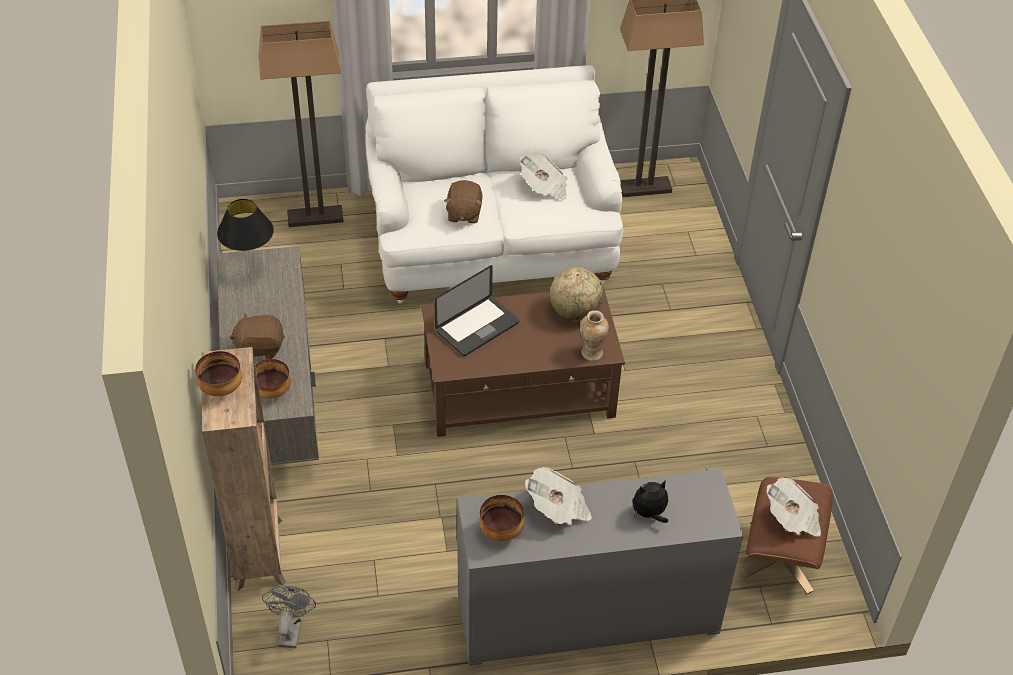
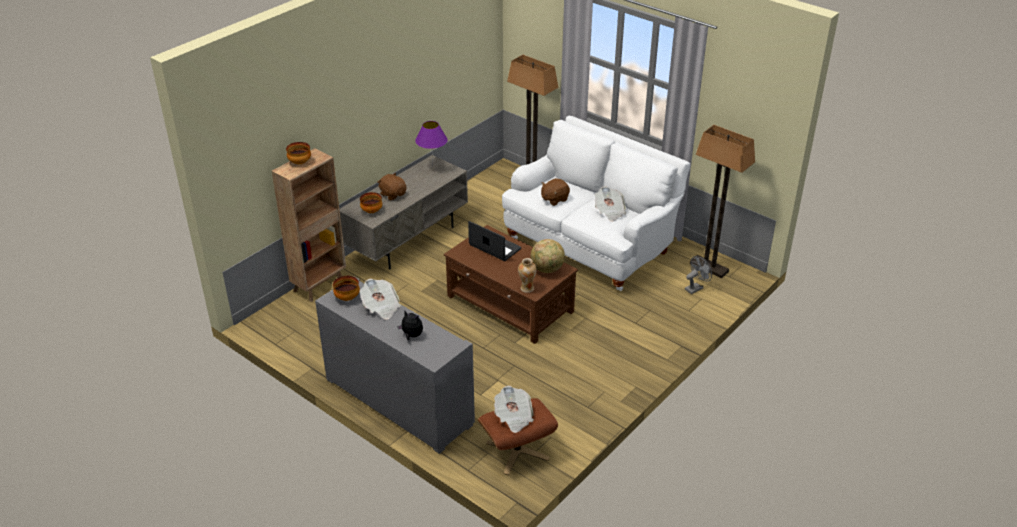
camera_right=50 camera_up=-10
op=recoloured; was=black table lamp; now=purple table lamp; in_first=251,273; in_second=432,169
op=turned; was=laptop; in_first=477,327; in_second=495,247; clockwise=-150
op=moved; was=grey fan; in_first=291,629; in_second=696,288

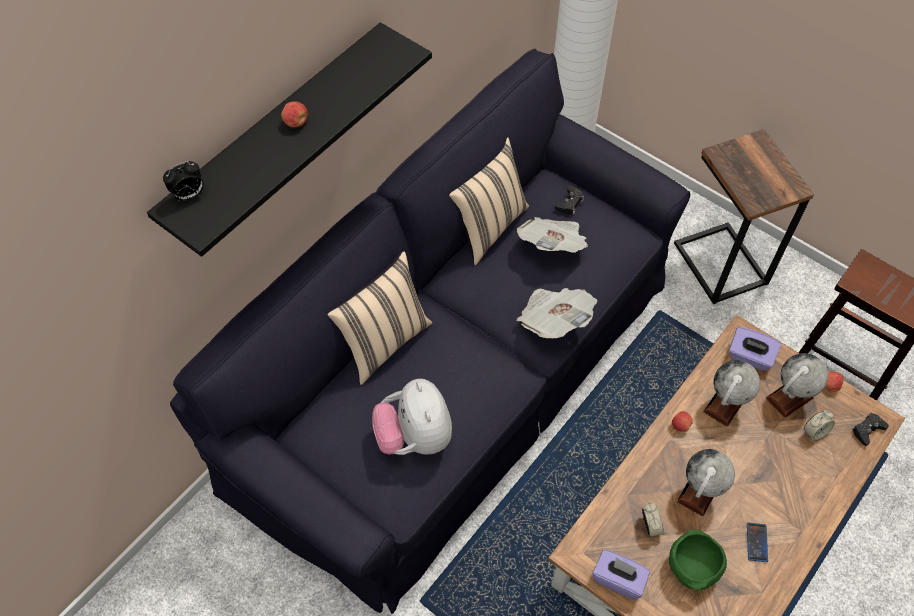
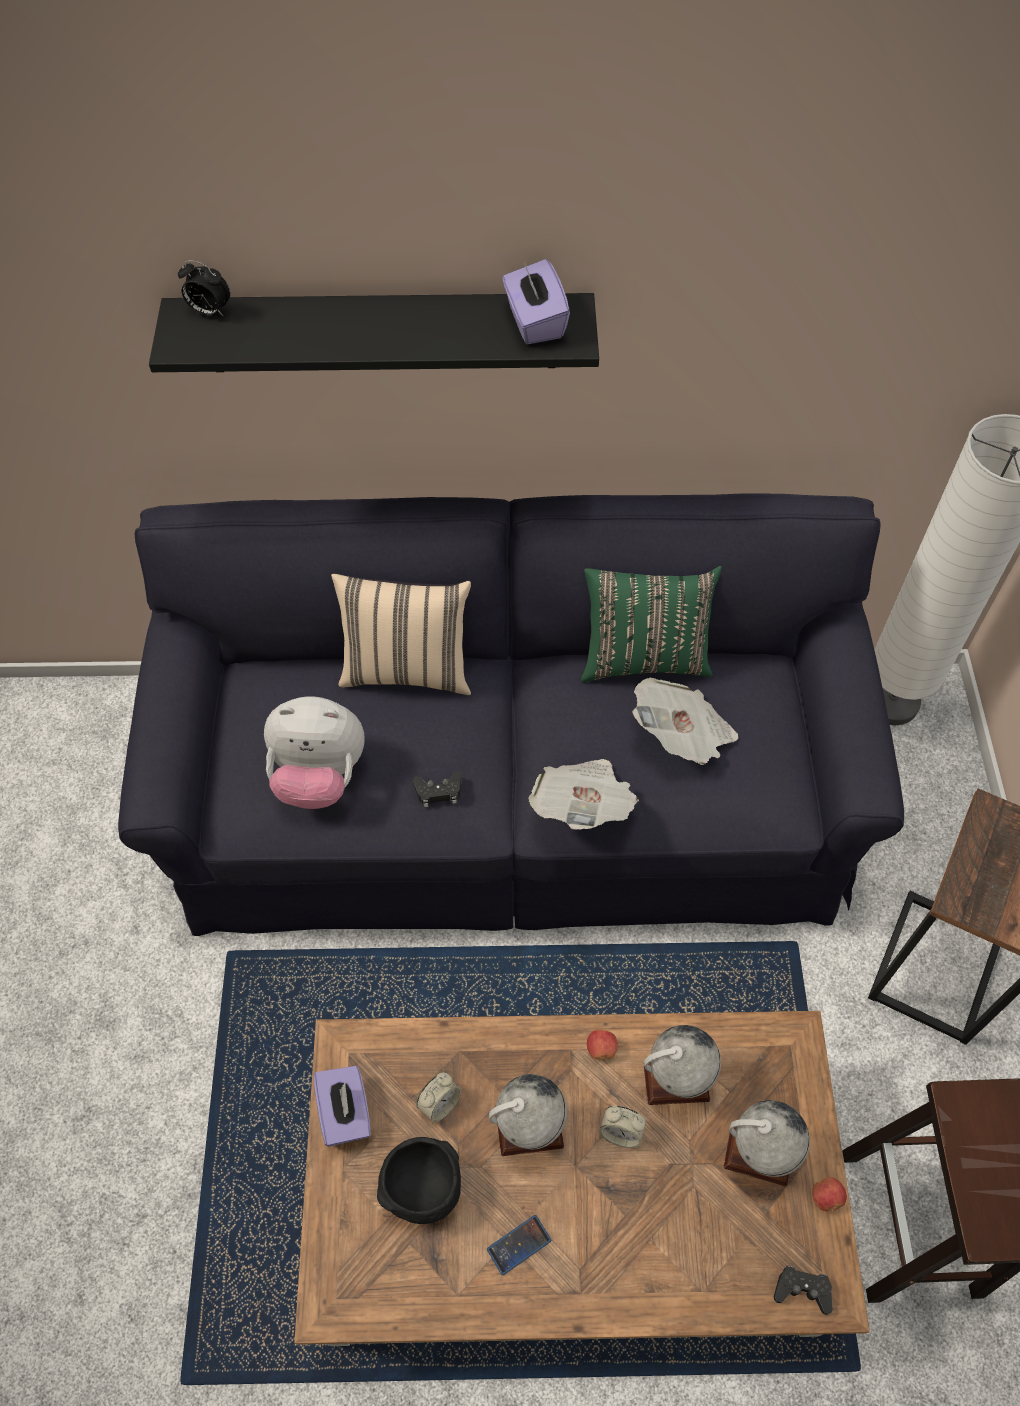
camera_right=50 camera_up=0
op=turned; was=plush toy; in_first=414,436; in_second=319,776; clockwise=-120
op=recoloured; was=green bowl; now=black bowl; in_first=692,569; in_second=422,1189
op=moved; was=black game controller; in_first=569,203; in_second=438,791
op=moved; was=purple tissue box; in_first=749,357; in_second=534,322
op=recoloured; was=beige pillow; now=green pillow; in_first=488,227; in_second=643,658
op=moved; was=alarm clock; in_first=814,432; in_second=620,1132
op=removed; was=apple; in_first=296,122

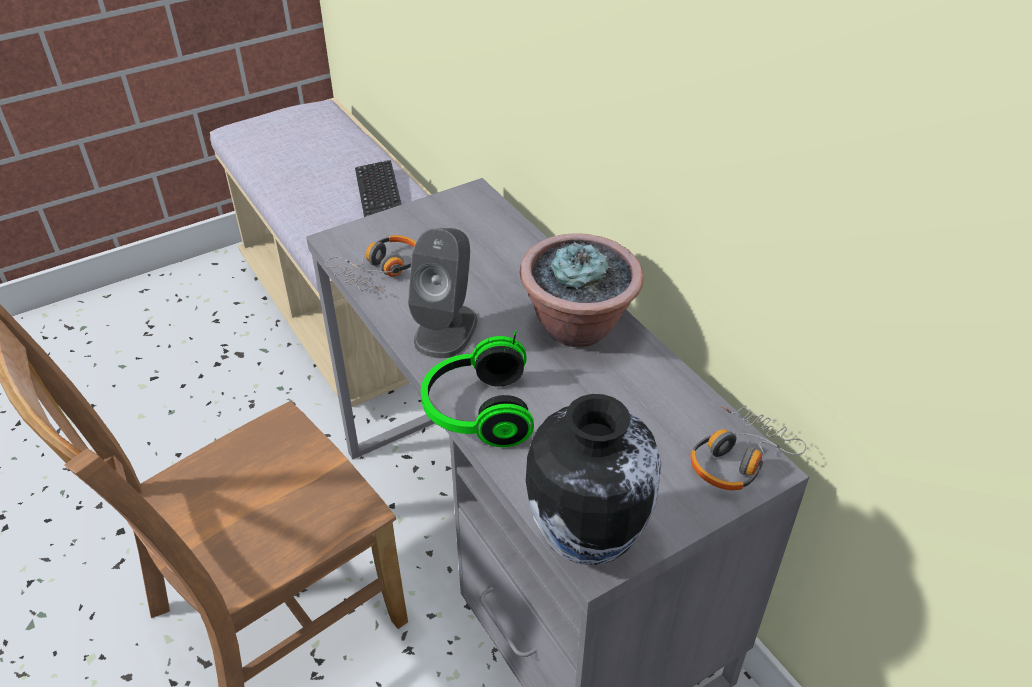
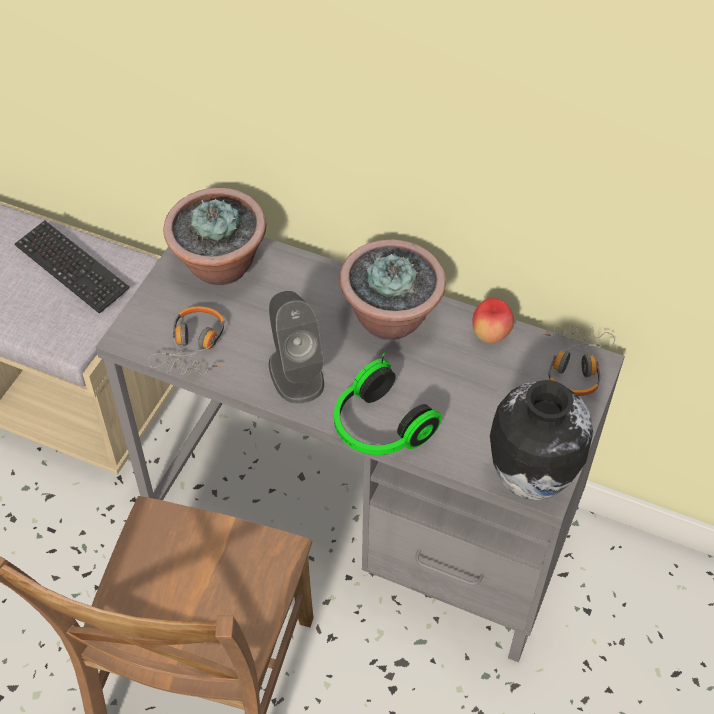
camera_right=-35 camera_up=10
op=added; now=potted plant; in_second=220,267
op=added; now=apple; in_second=490,335

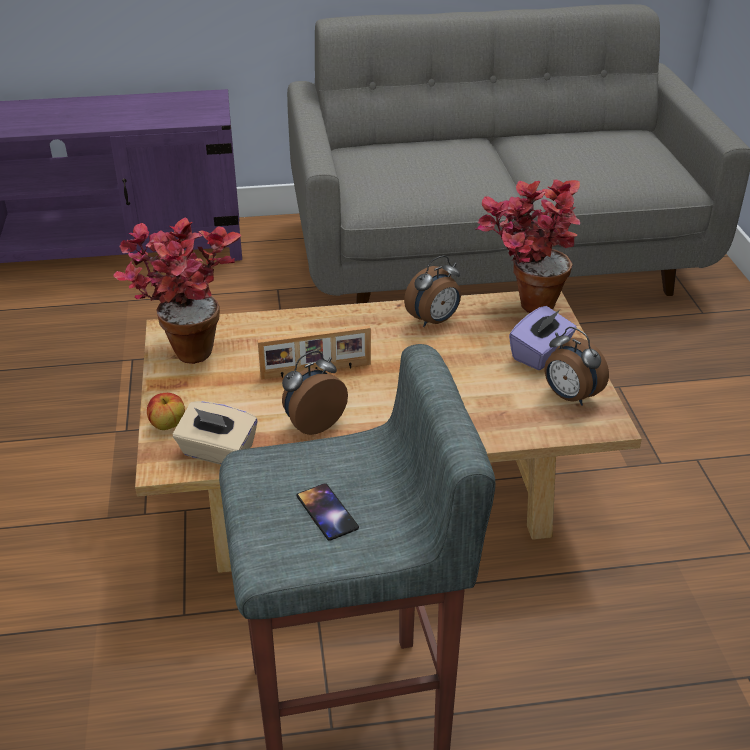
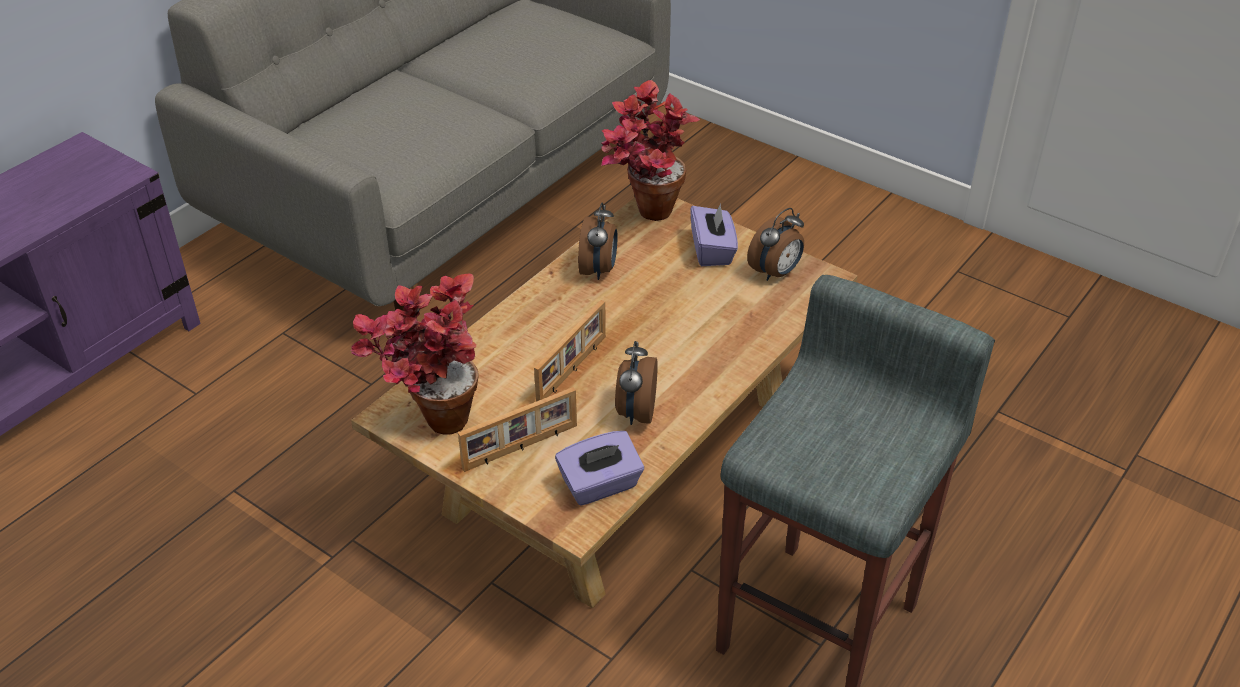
camera_right=-45 camera_up=5
op=added; now=picture frame; in_second=521,448
op=recoloured; was=beige tissue box; now=purple tissue box; in_first=217,452; in_second=600,485
op=turned; was=alarm clock; in_first=569,397; in_second=776,273; clockwise=-45
op=removed; was=apple; in_first=167,424
op=removed; was=phone; in_first=327,512

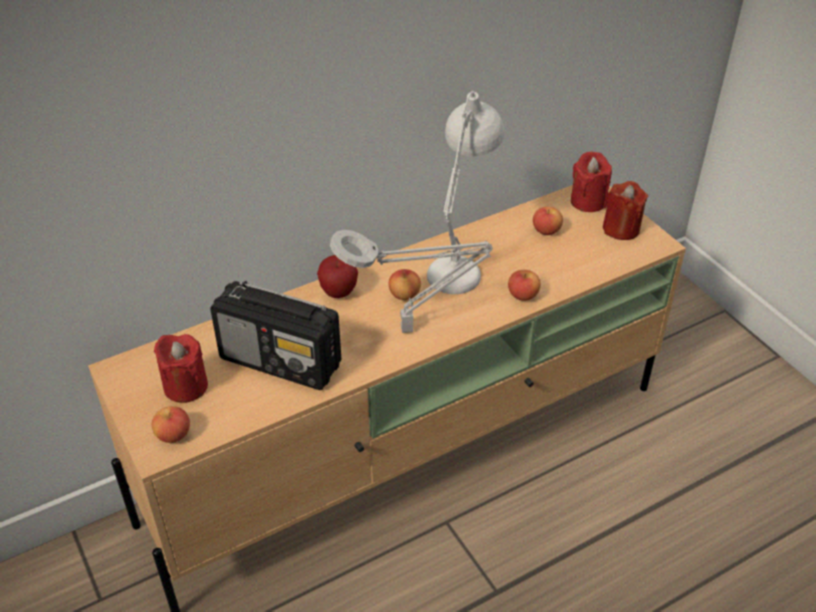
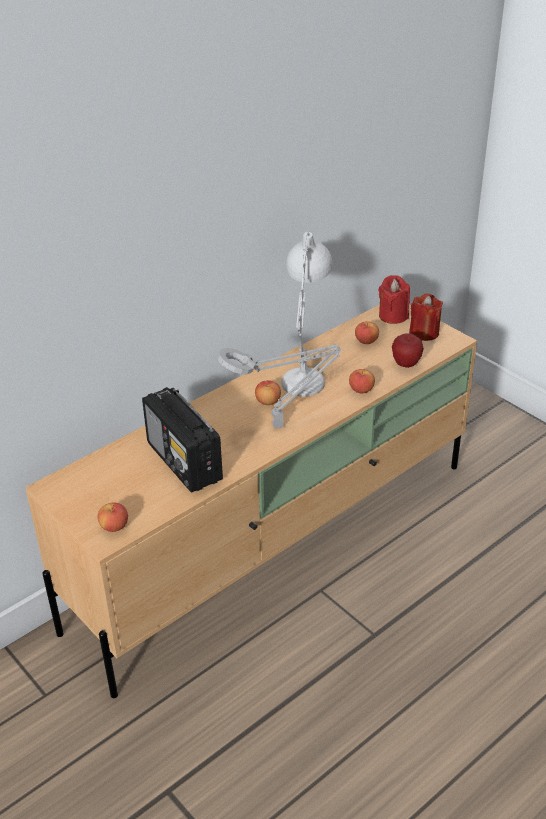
camera_right=-10 camera_up=-5
op=turned; was=radio; in_first=281,362; in_second=184,462; clockwise=45
op=moved; was=apple; in_first=338,293; in_second=406,364
op=removed; was=red candle; in_first=185,386

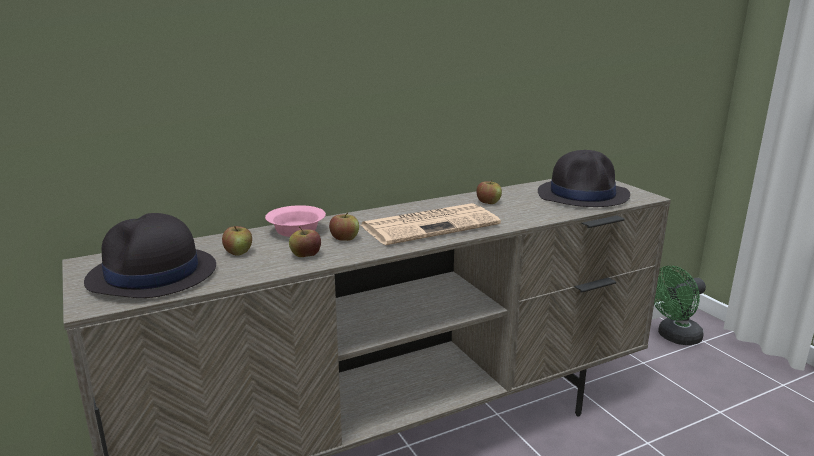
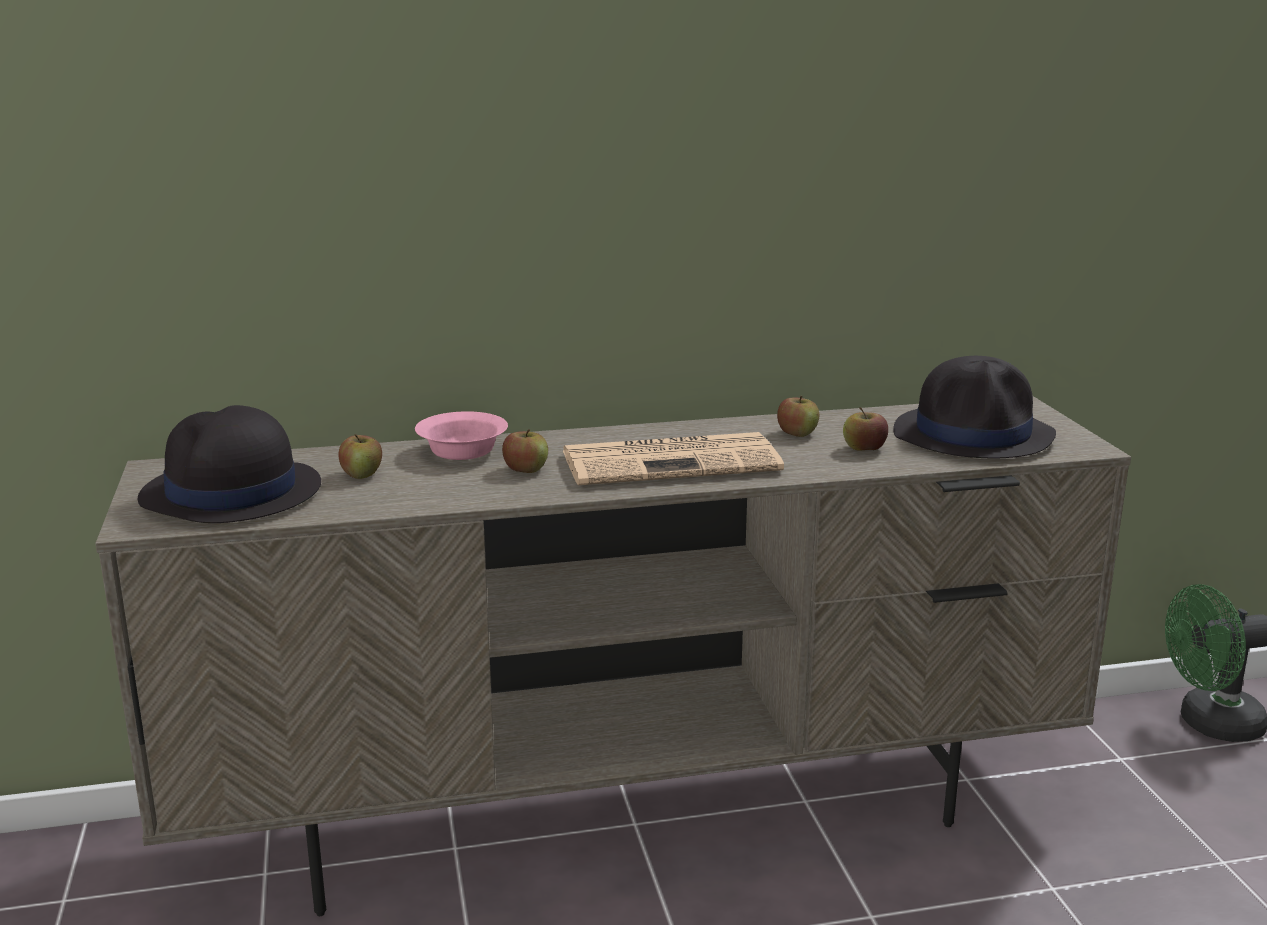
camera_right=15 camera_up=0
op=moved; was=apple; in_first=305,255; in_second=864,448

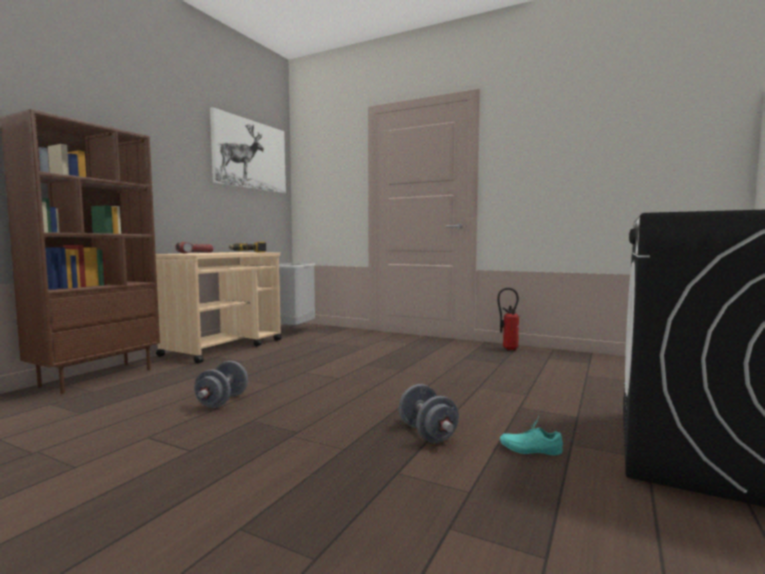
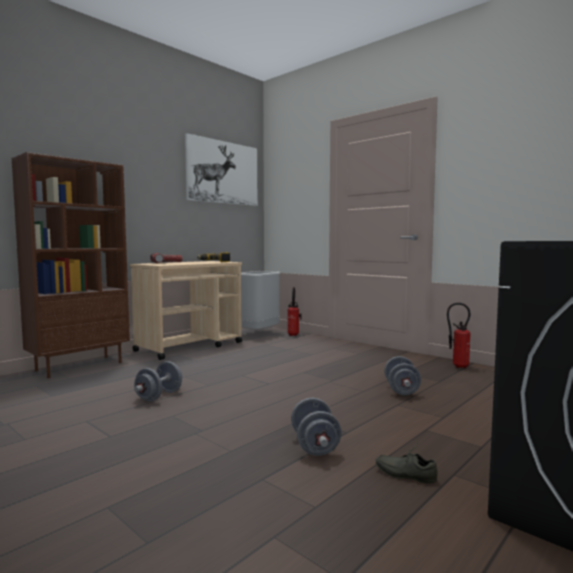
camera_right=15 camera_up=0
op=added; now=fire extinguisher; in_second=294,335
op=recoloured; was=turquoise shoe; now=grey shoe; in_first=530,448; in_second=405,473
op=added; now=grey dumbbell; in_second=401,390

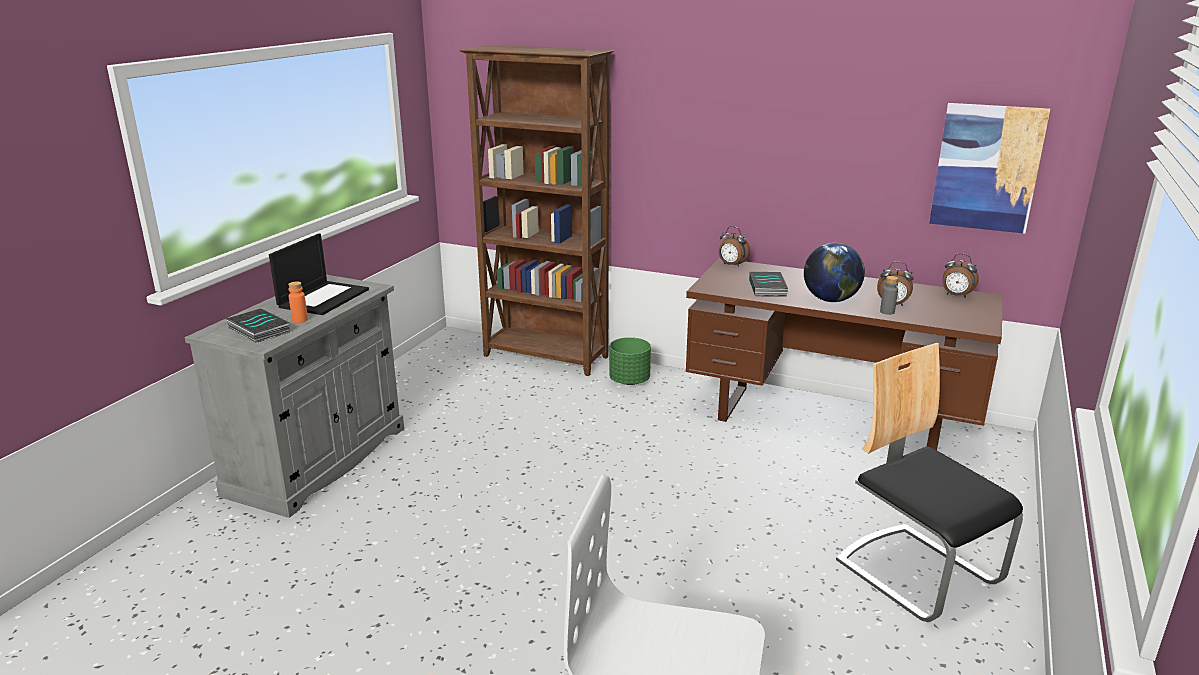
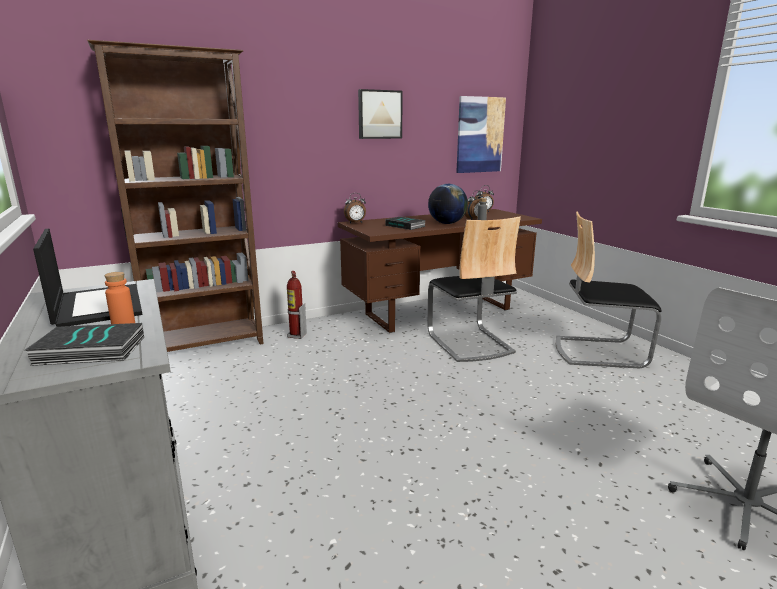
camera_right=-50 camera_up=-5
op=replaced; was=green planter; now=fire extinguisher; in_first=629,381; in_second=296,335
op=added; now=picture; in_second=379,114
op=added; now=chair; in_second=469,343

